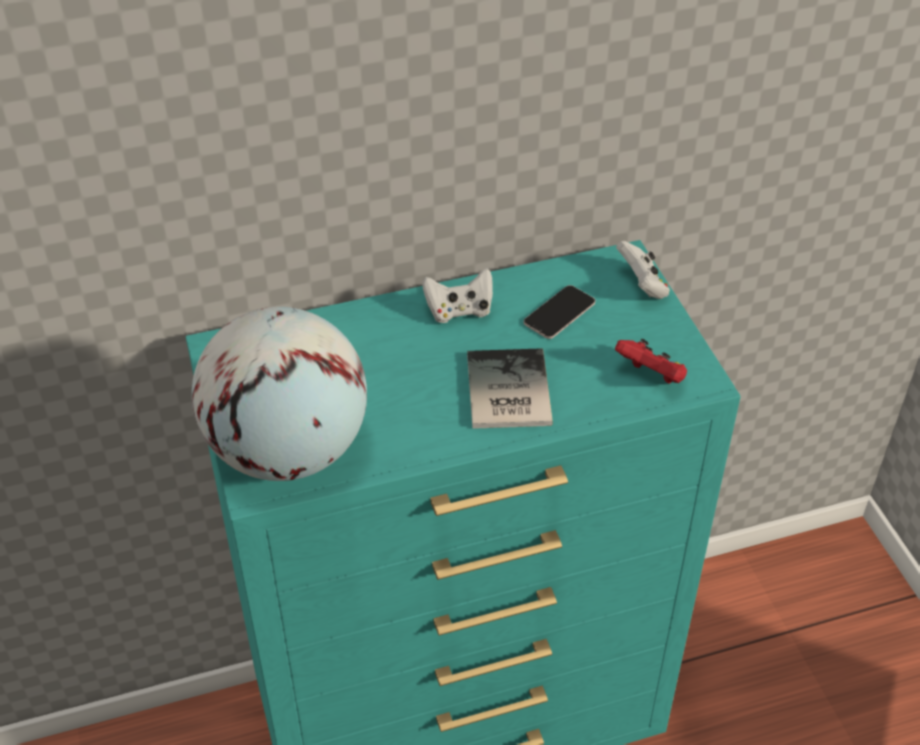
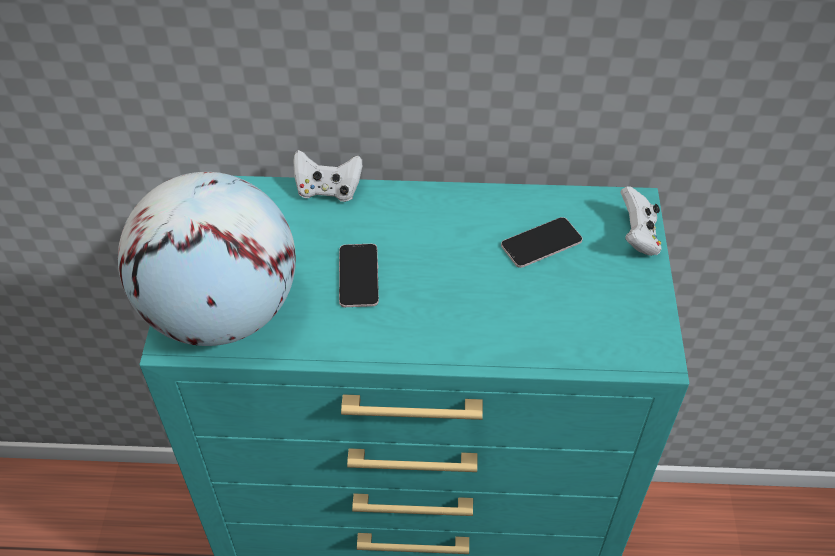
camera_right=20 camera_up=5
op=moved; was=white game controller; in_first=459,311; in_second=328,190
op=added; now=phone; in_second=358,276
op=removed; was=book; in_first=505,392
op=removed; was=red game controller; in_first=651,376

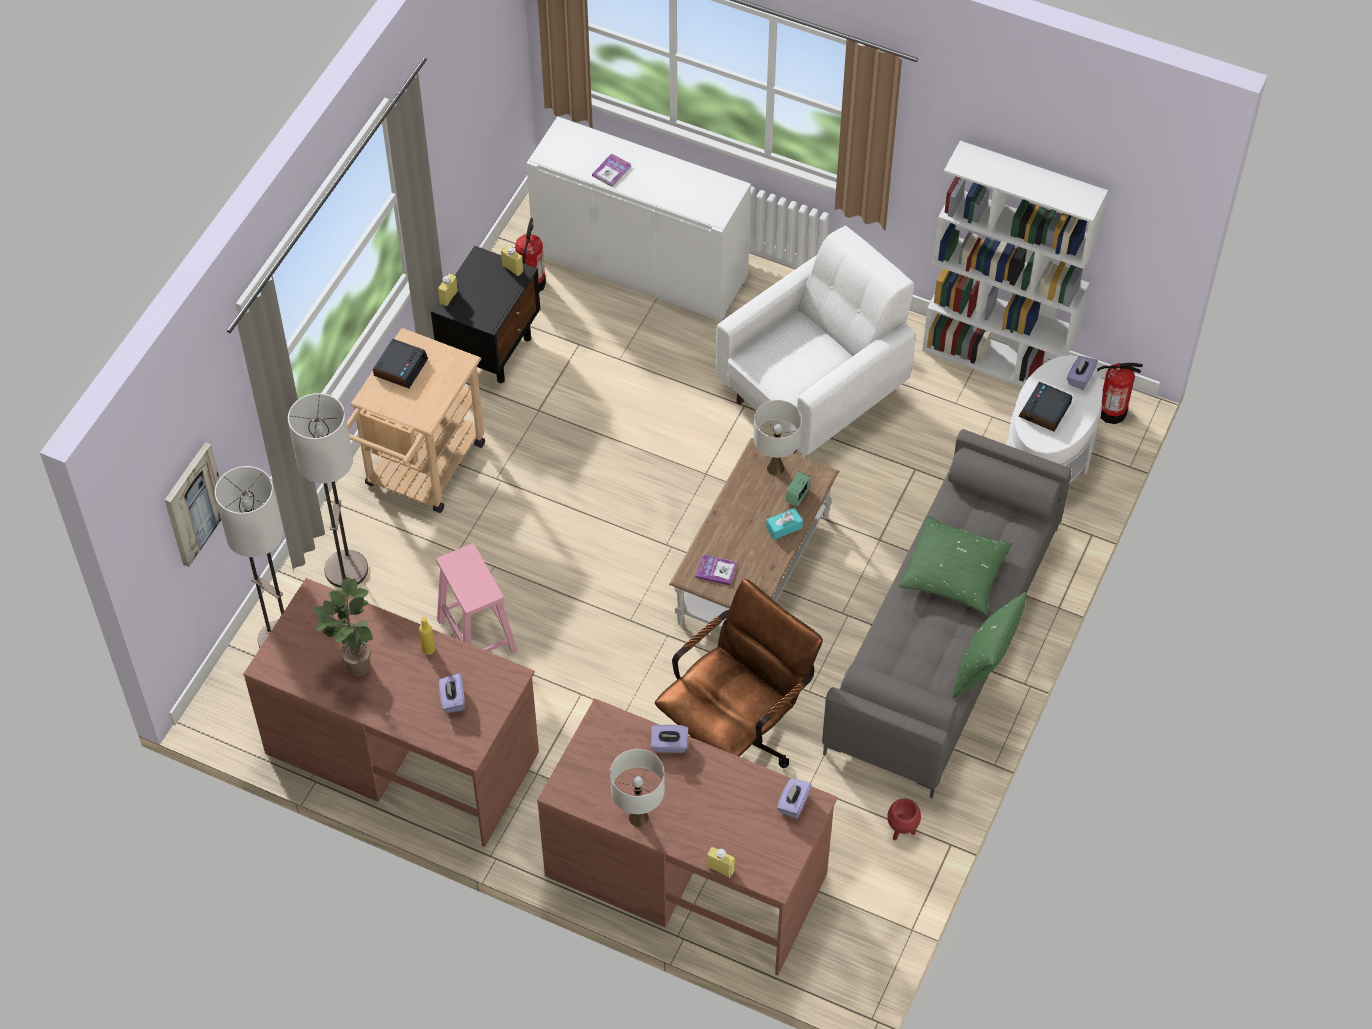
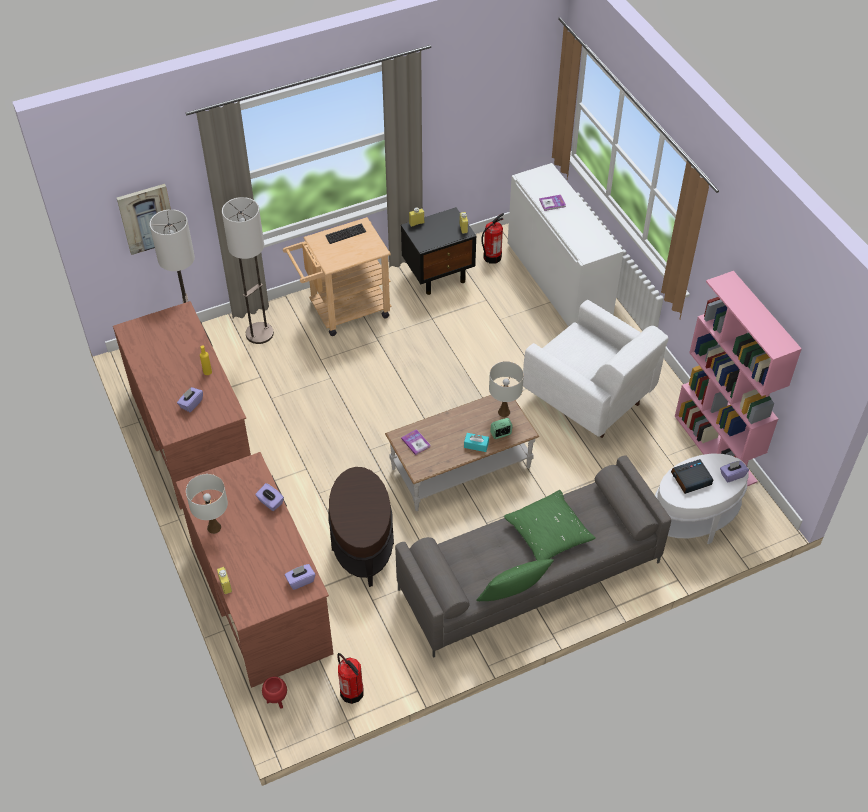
camera_right=40 camera_up=-5
op=moved; was=red planter; in_first=902,831; in_second=276,701
op=replaced; was=alarm clock; now=keyboard; in_first=400,367; in_second=345,234
op=replaced; was=brown office chair; now=brown side table; in_first=736,734; in_second=362,545
op=moved; was=fire extinguisher; in_first=1111,412; in_second=351,692
op=turned; was=white armchair; in_first=815,392; in_second=589,400; clockwise=45
op=recoloured; was=white bookcase; now=pink bookcase; in_first=998,360; in_second=716,448
op=removed; was=potted plant; in_first=355,664
op=removed; was=pink stool; in_first=478,636

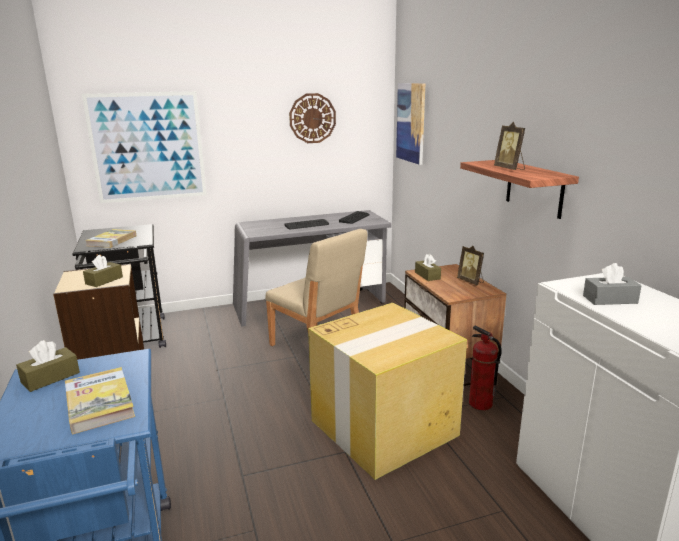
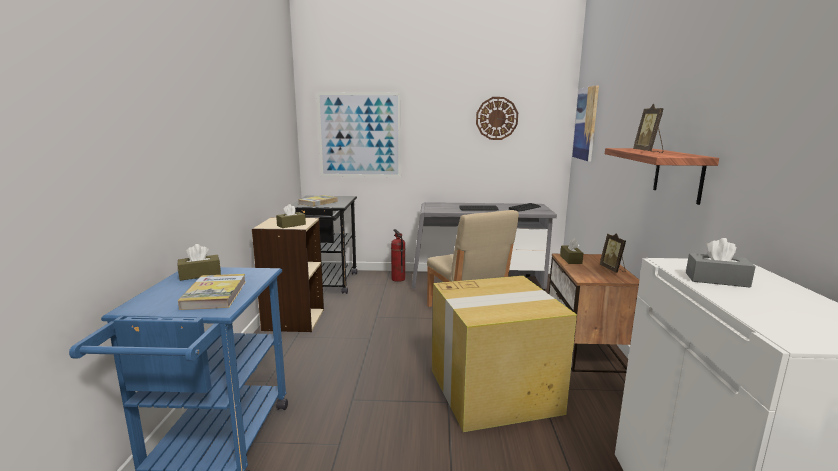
camera_right=20 camera_up=-5
op=moved; was=fire extinguisher; in_first=480,404; in_second=398,279

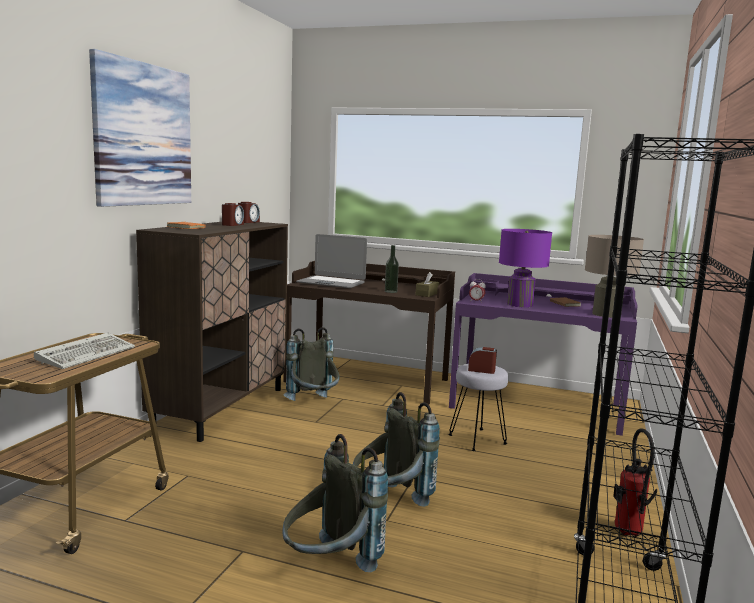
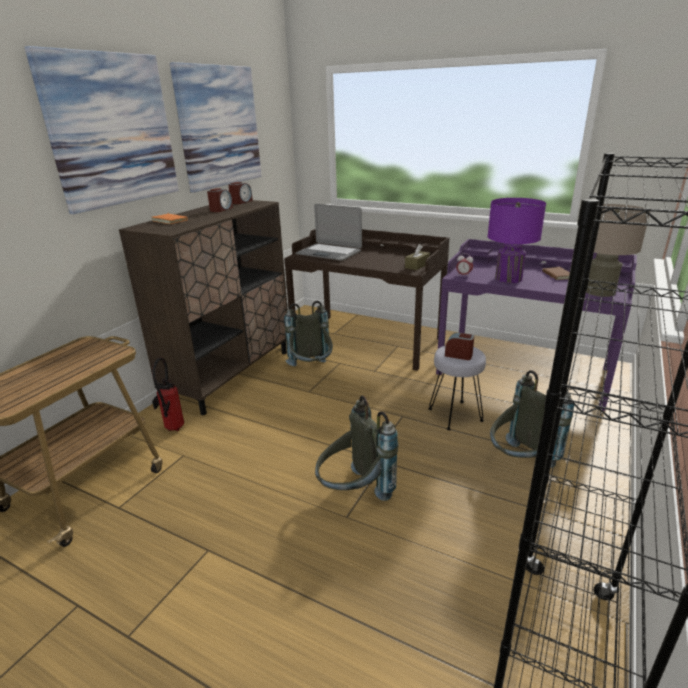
camera_right=10 camera_up=15
op=moved; was=fire extinguisher; in_first=628,534; in_second=172,429
op=added; now=picture; in_second=219,127
op=moved; was=grey backpack; in_first=329,568; in_second=520,463
op=removed; was=keyboard; in_first=87,354
op=removed; was=bottle; in_first=391,291

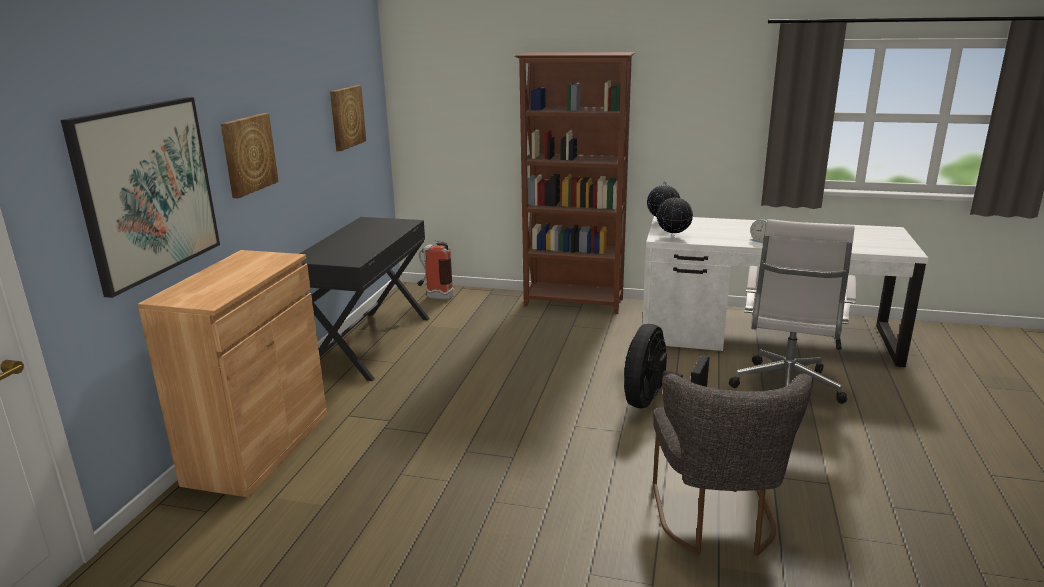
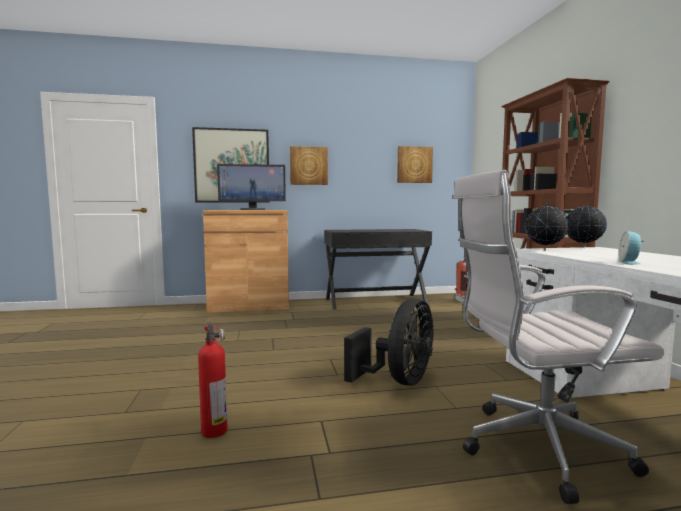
camera_right=65 camera_up=-15
op=replaced; was=grey chair; now=fire extinguisher; in_first=716,522; in_second=214,430
op=added; now=monitor; in_second=252,209
op=turned; was=black fan; in_first=654,404; in_second=399,381; clockwise=120

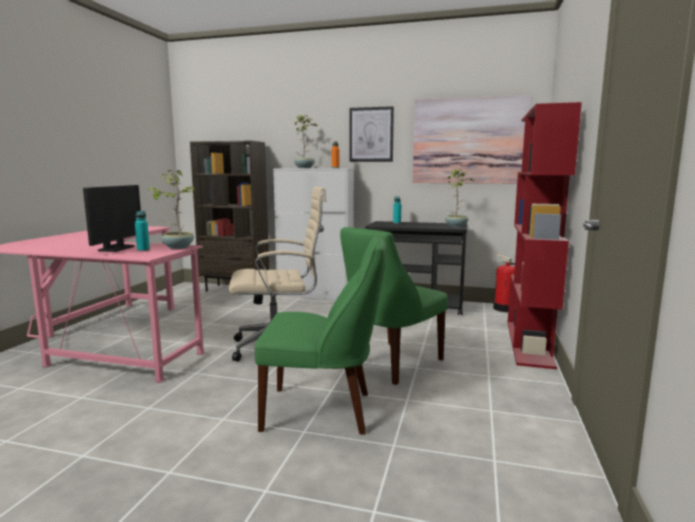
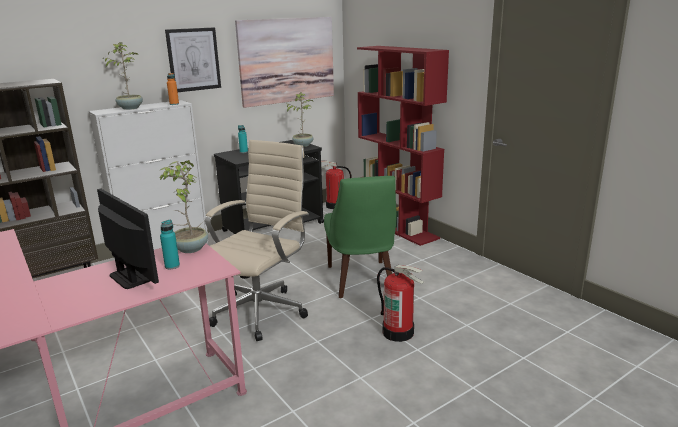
camera_right=-50 camera_up=10
op=replaced; was=green chair; now=fire extinguisher; in_first=323,411; in_second=398,332

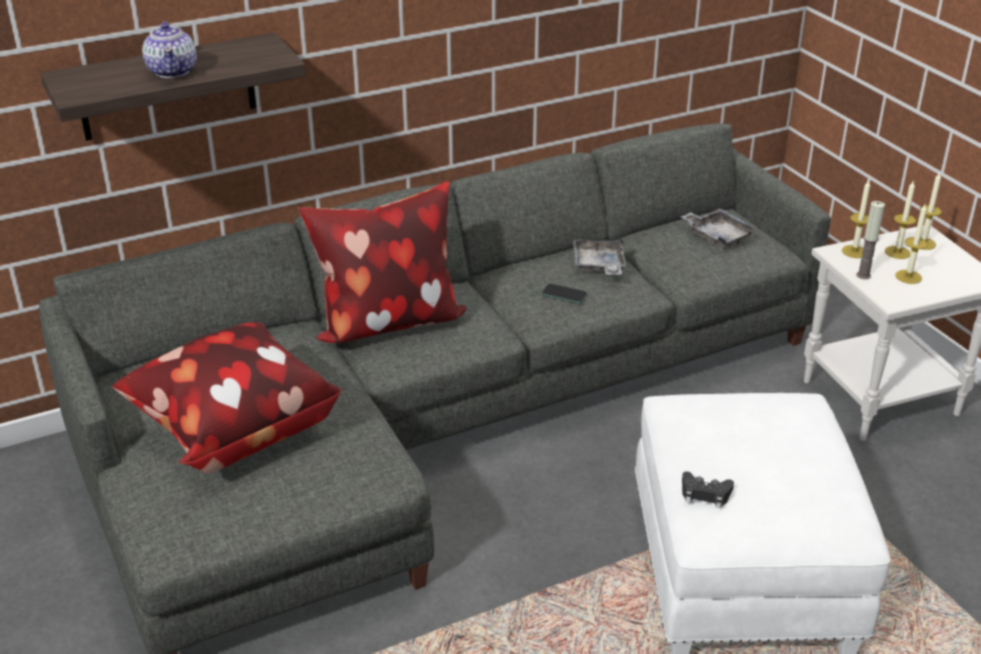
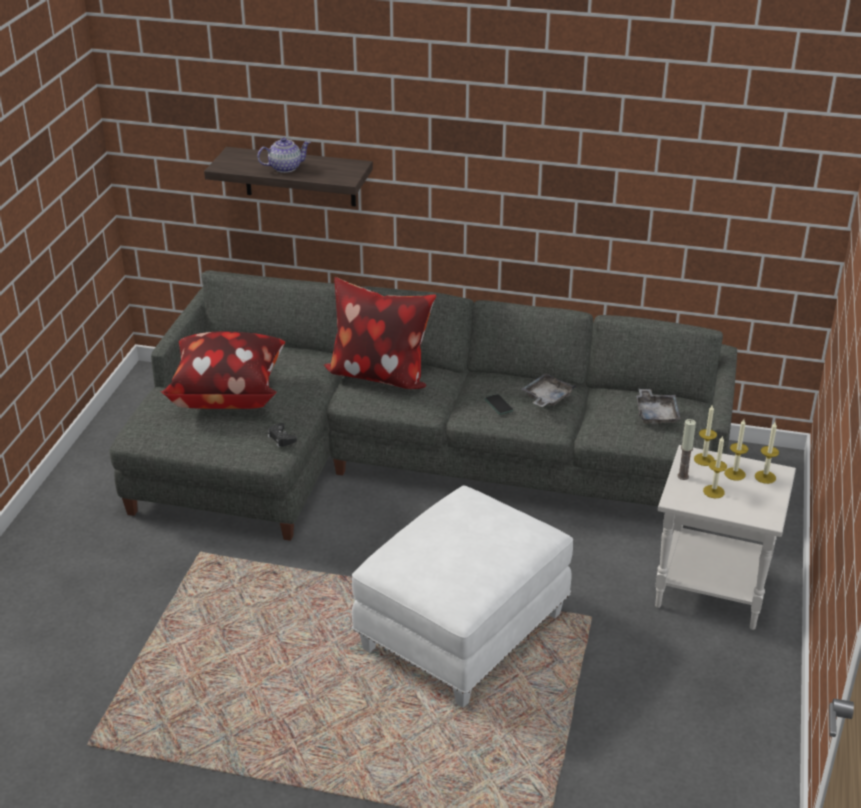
camera_right=40 camera_up=0
op=turned; was=teapot; in_first=173,71; in_second=284,168; clockwise=-135
op=moved; was=black game controller; in_first=705,494; in_second=281,438

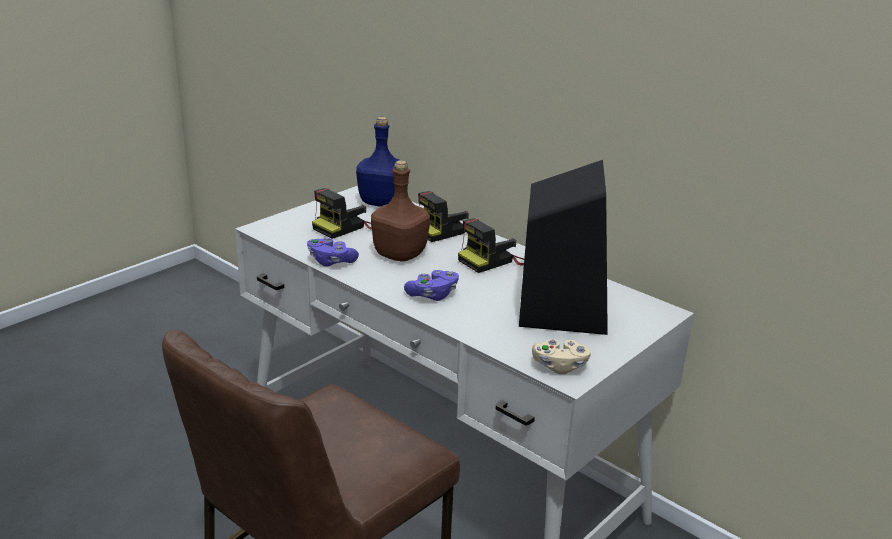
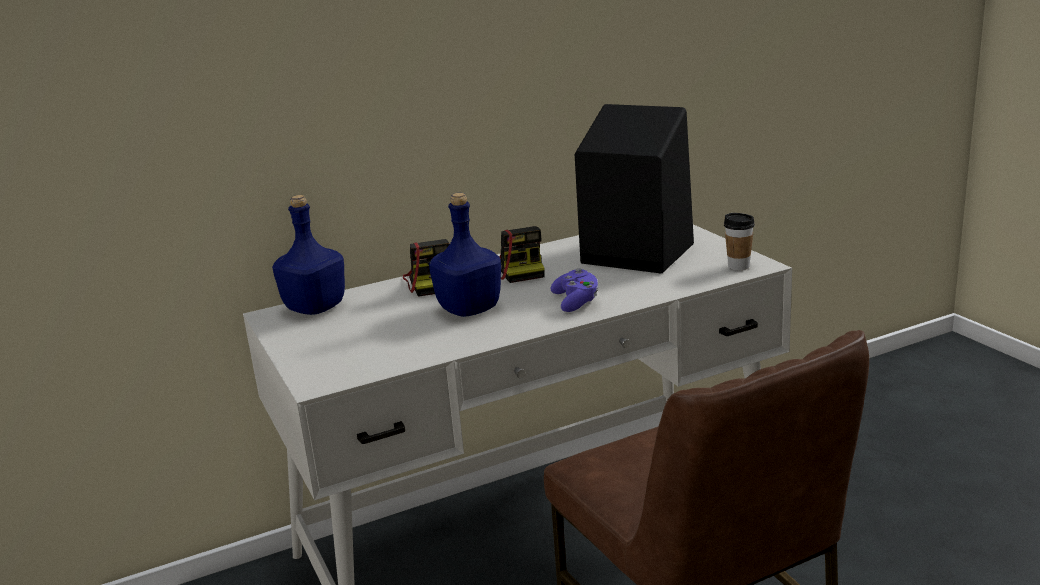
camera_right=-65 camera_up=-5
op=recoloured; was=brown bottle; now=blue bottle; in_first=399,254; in_second=468,309
op=replaced; was=beige game controller; now=cup; in_first=559,366; in_second=738,266
op=removed; was=purple game controller; in_first=331,261
op=removed; was=photo camera; in_first=345,227

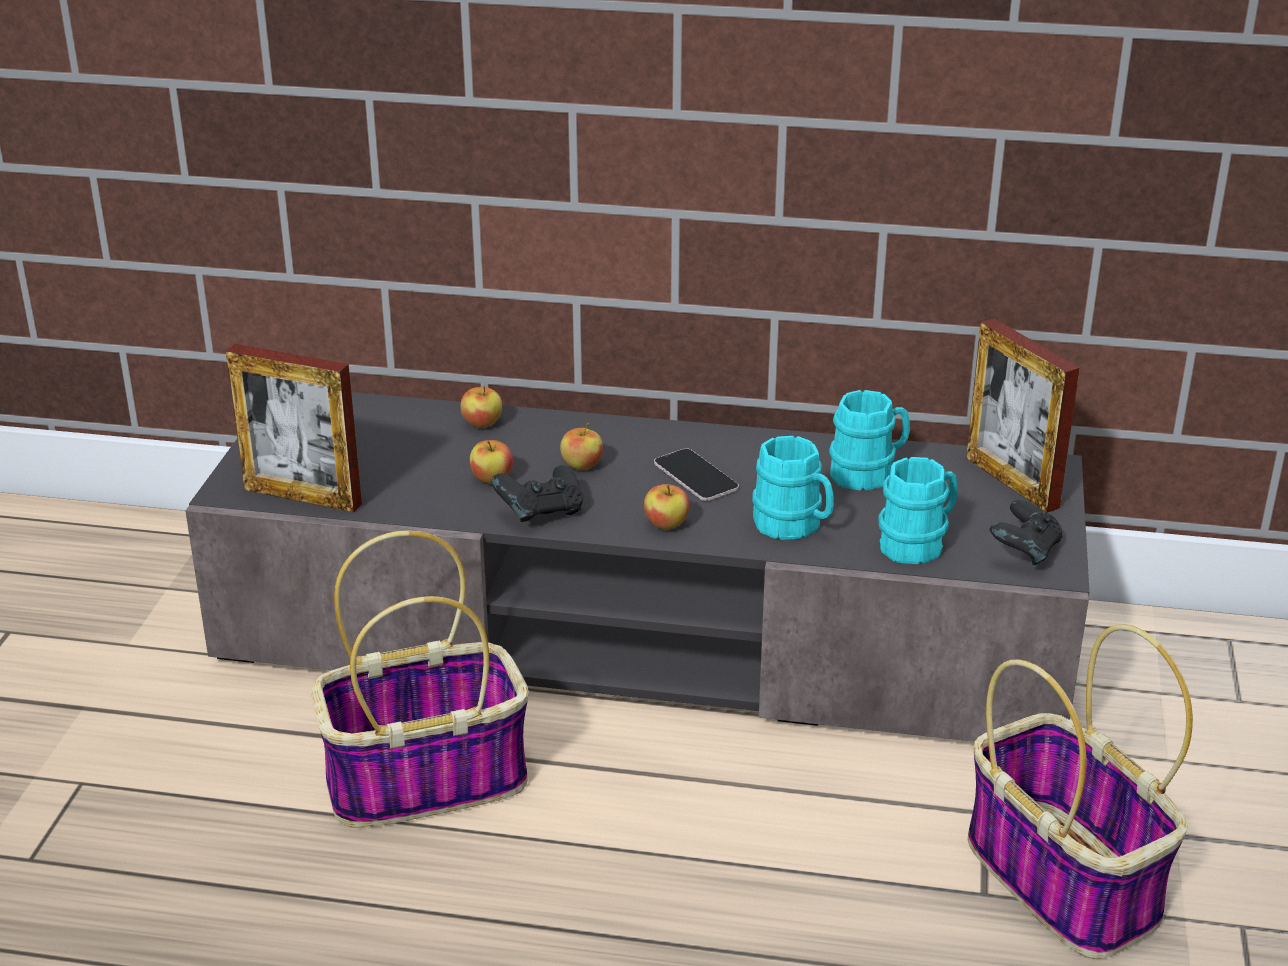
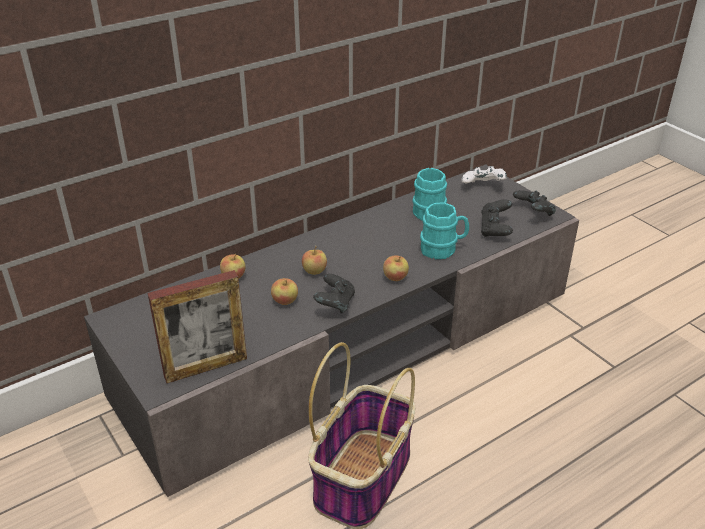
camera_right=-45 camera_up=5
op=replaced; was=picture frame; now=white game controller; in_first=1011,482; in_second=483,187
op=replaced; was=turquoise mug; now=black game controller; in_first=918,543; in_second=495,230
op=removed; was=phone; in_first=695,476
op=removed; was=basket; in_first=1065,881

